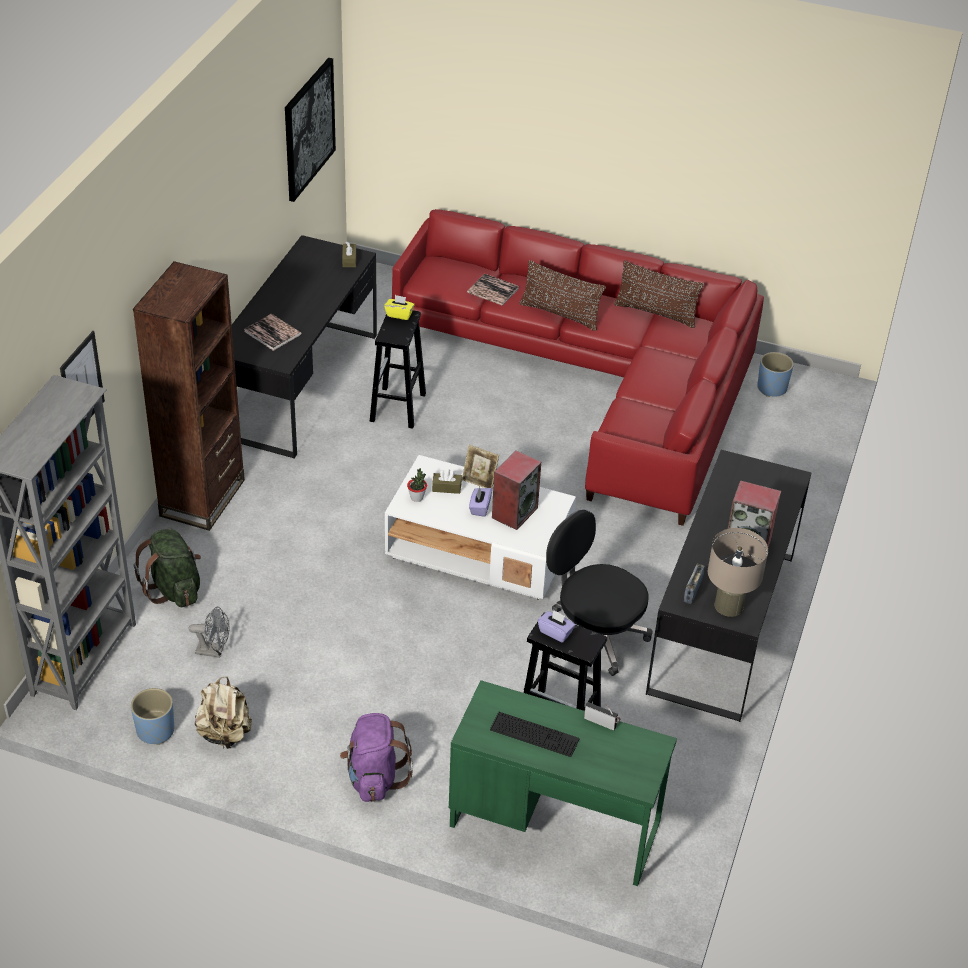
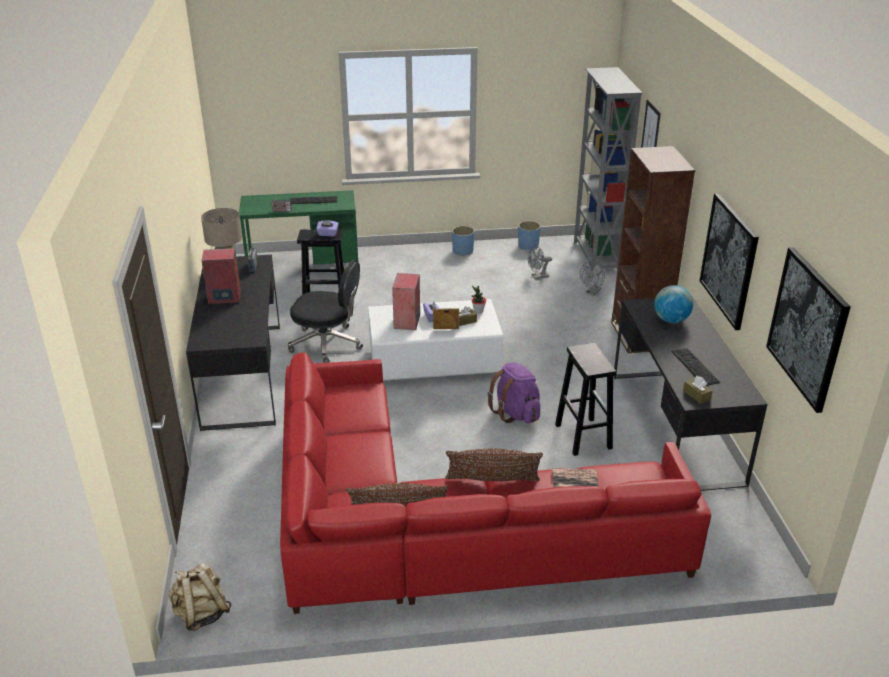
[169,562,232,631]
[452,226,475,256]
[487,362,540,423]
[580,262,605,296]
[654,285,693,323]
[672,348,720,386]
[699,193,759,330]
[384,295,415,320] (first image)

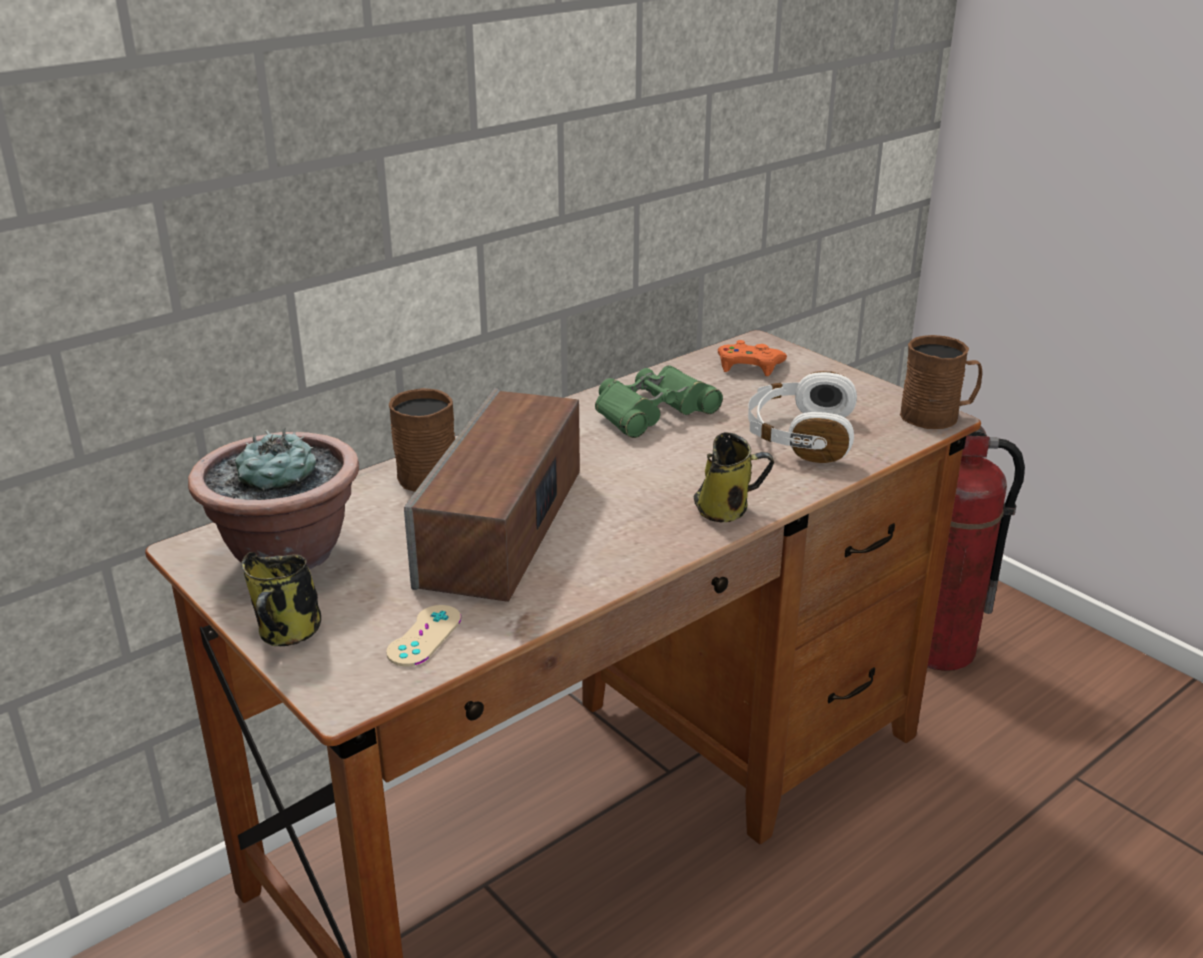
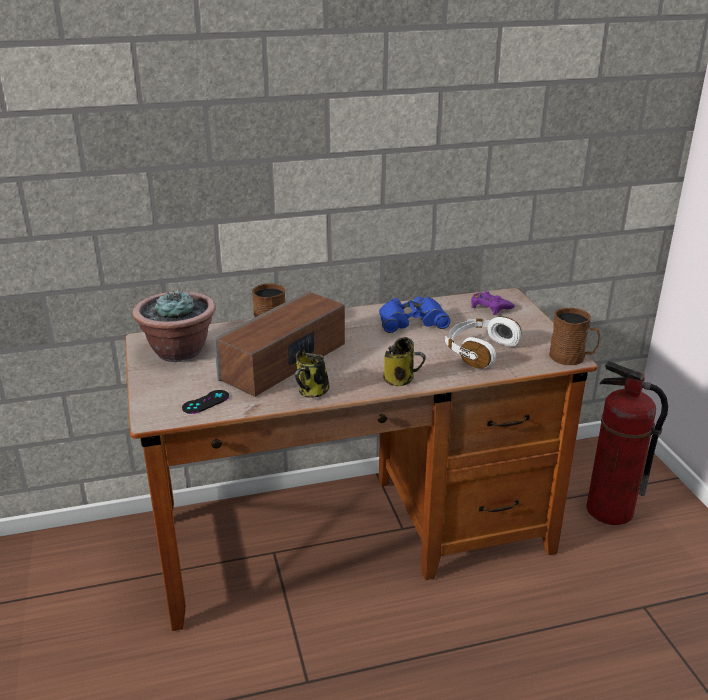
[182,390,229,414]
[295,349,330,398]
[379,297,451,333]
[471,291,515,315]

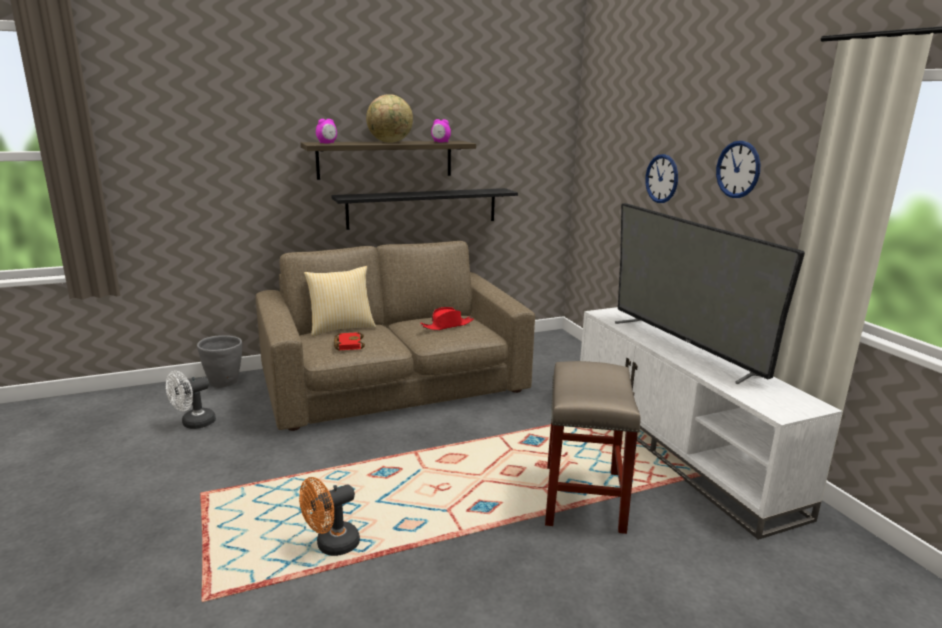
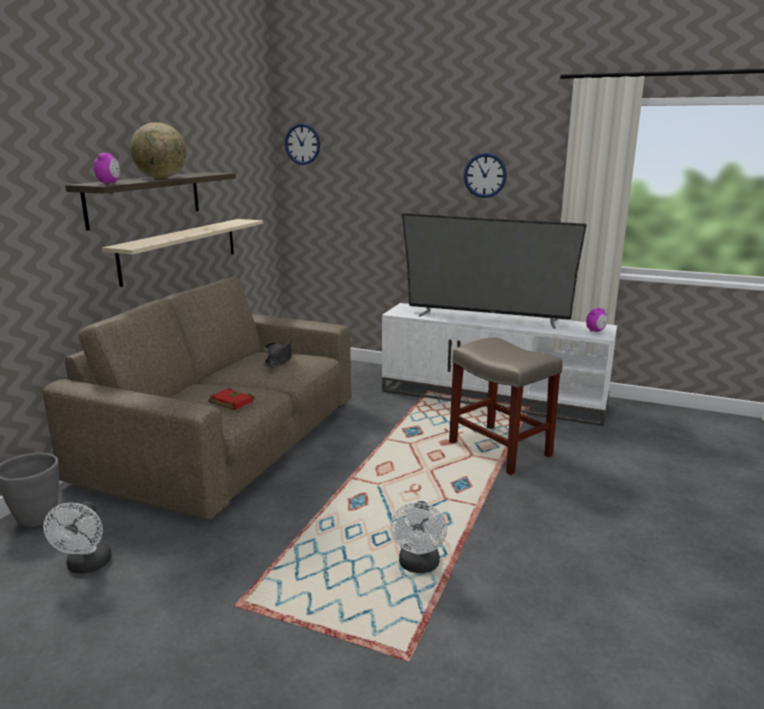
[102,219,263,287]
[263,342,293,368]
[285,123,320,165]
[391,501,447,573]
[586,308,608,332]
[304,266,376,336] (first image)

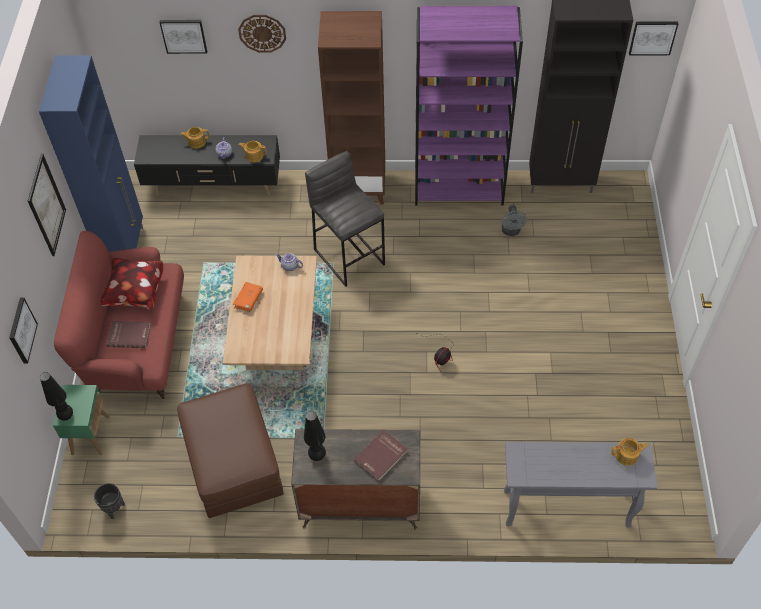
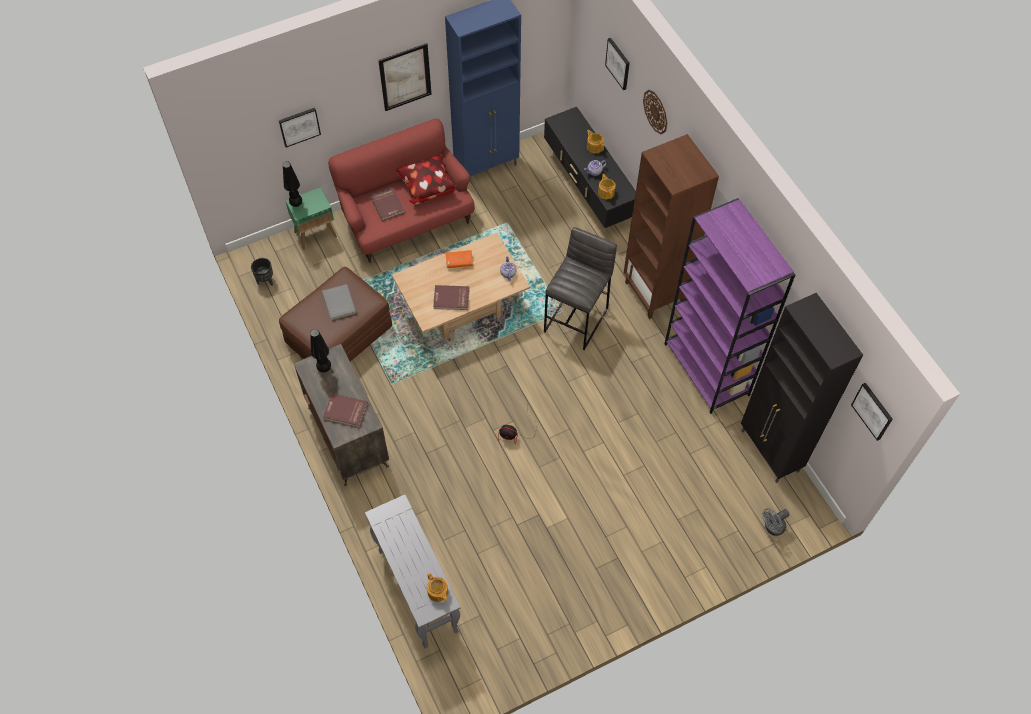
[322,284,357,321]
[433,285,470,310]
[762,508,789,536]

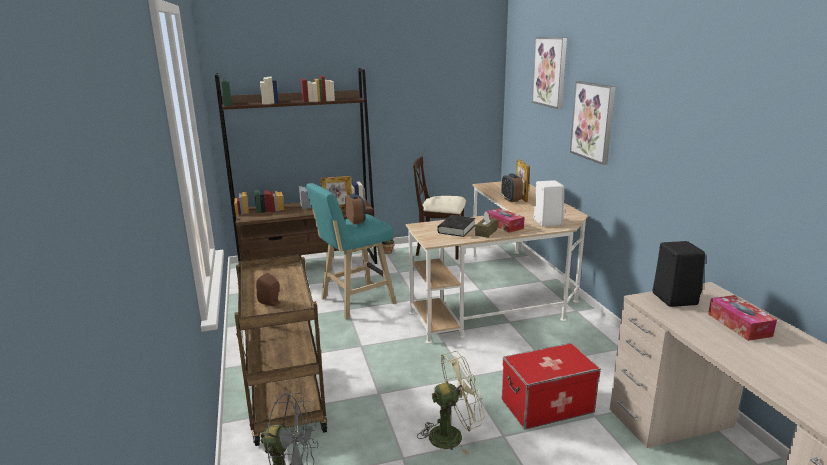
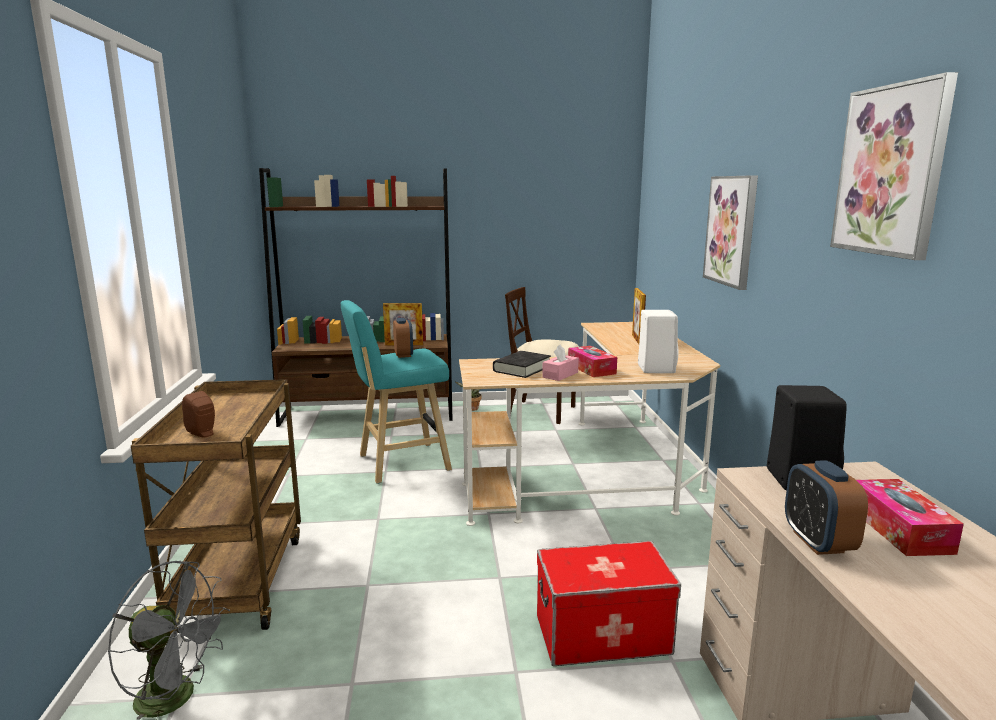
[542,344,579,381]
[785,460,868,555]
[830,72,958,260]
[417,351,485,455] (first image)

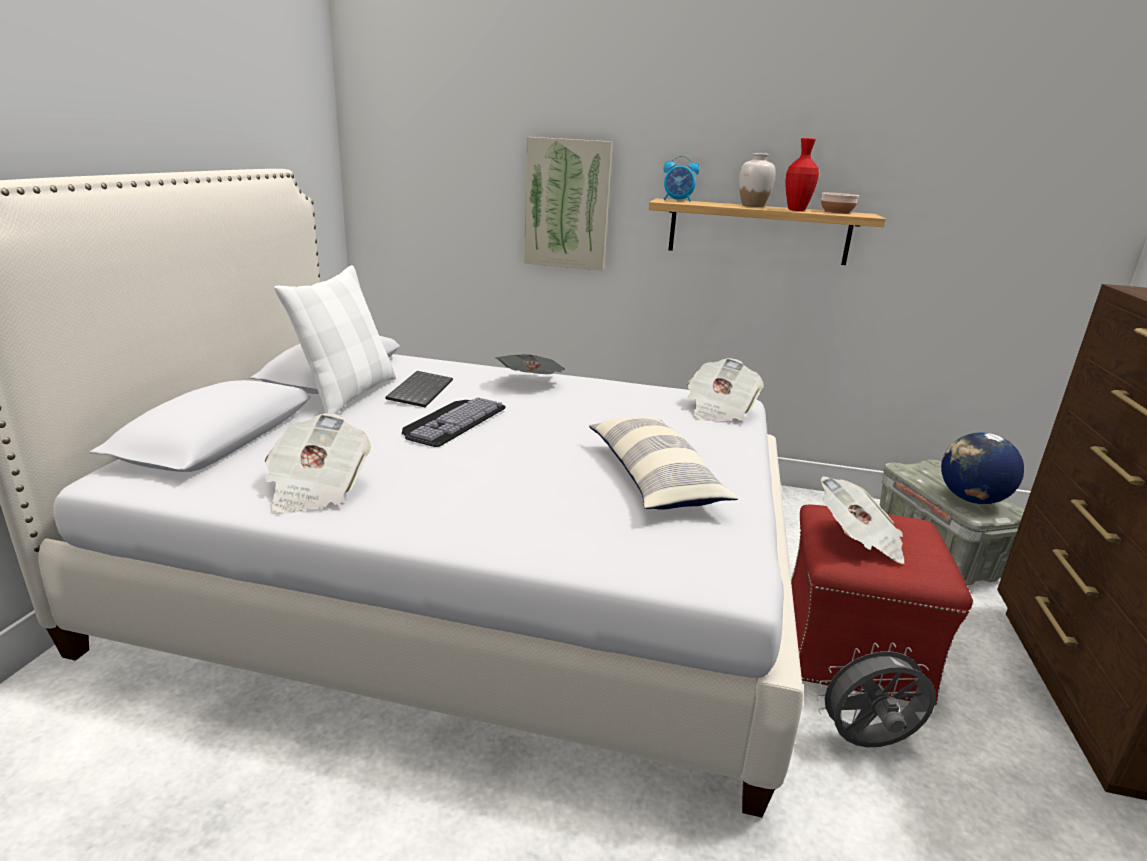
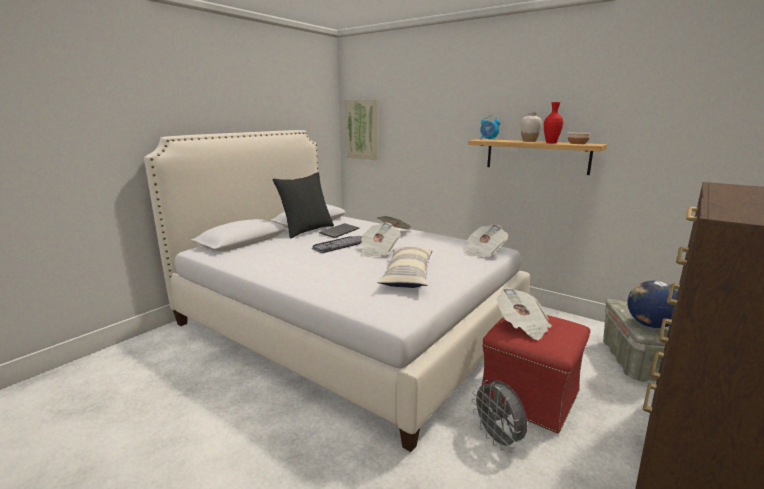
[272,172,334,238]
[345,99,379,160]
[360,223,401,257]
[471,380,527,450]

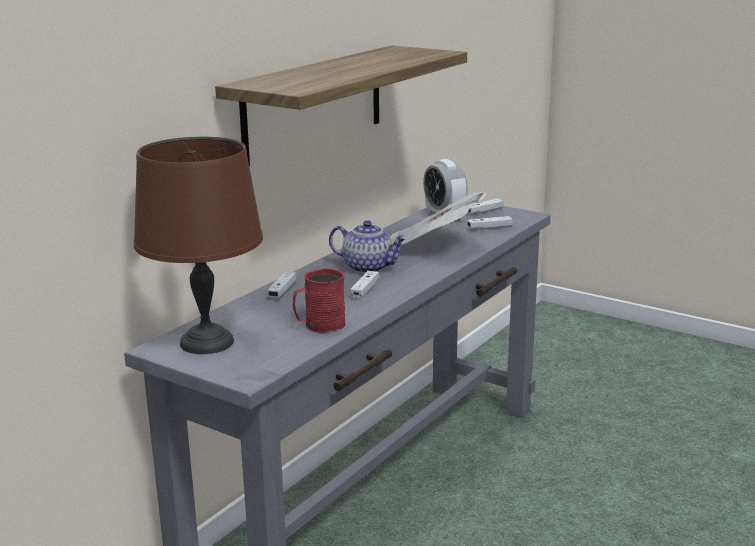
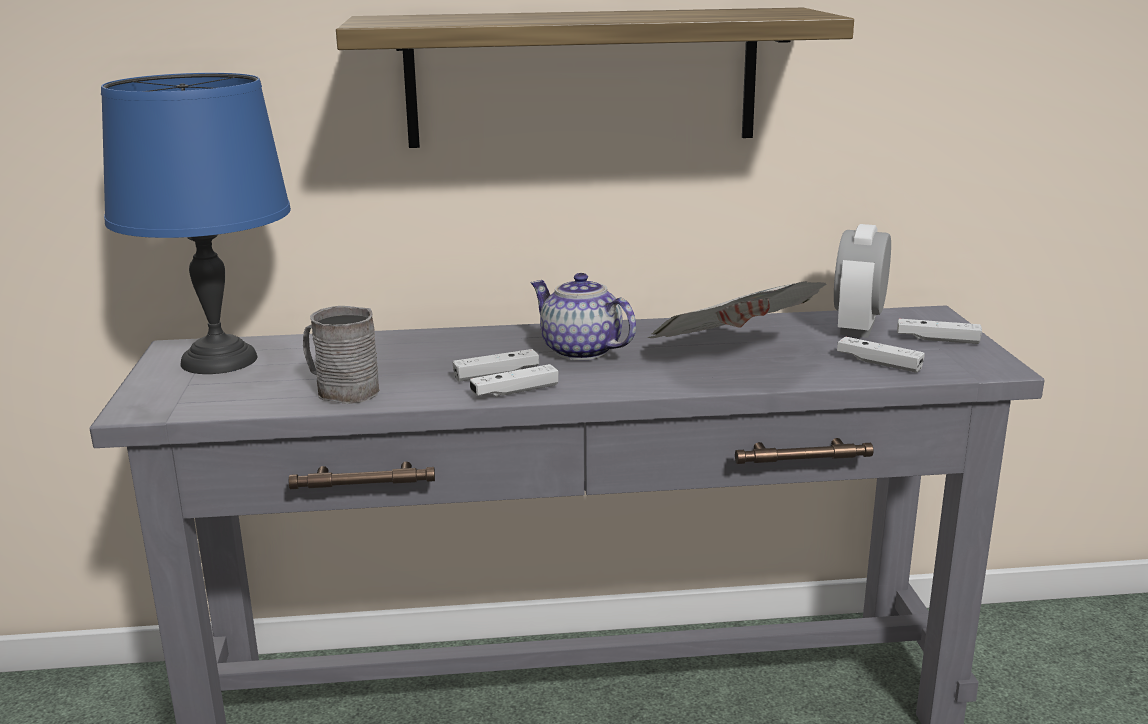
[101,73,291,374]
[303,306,379,404]
[470,364,559,397]
[530,273,636,361]

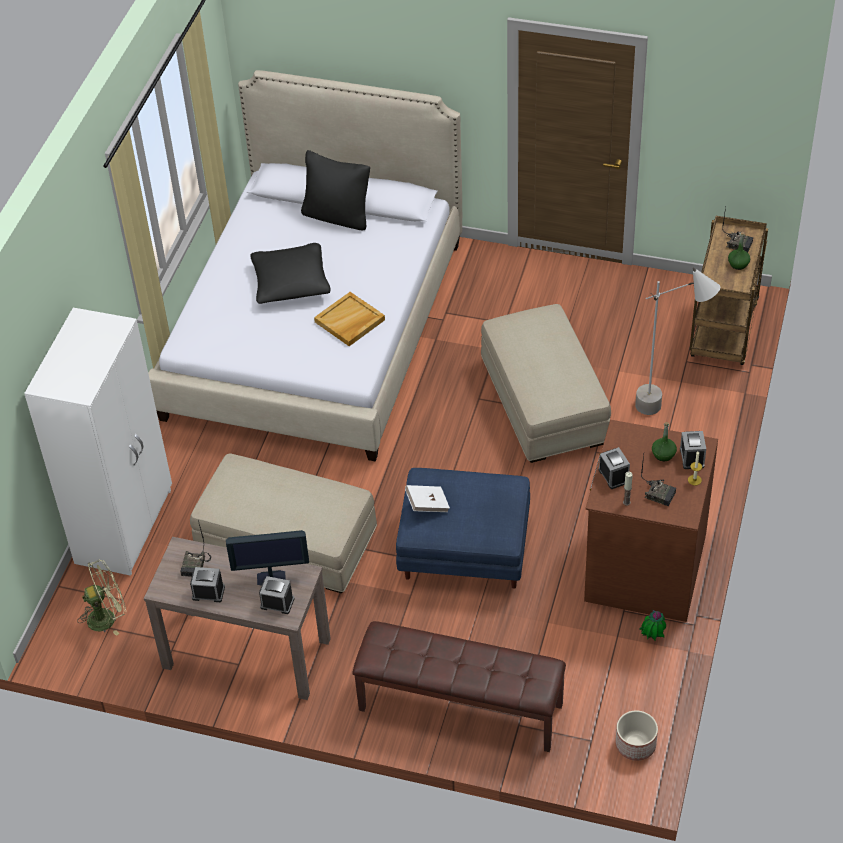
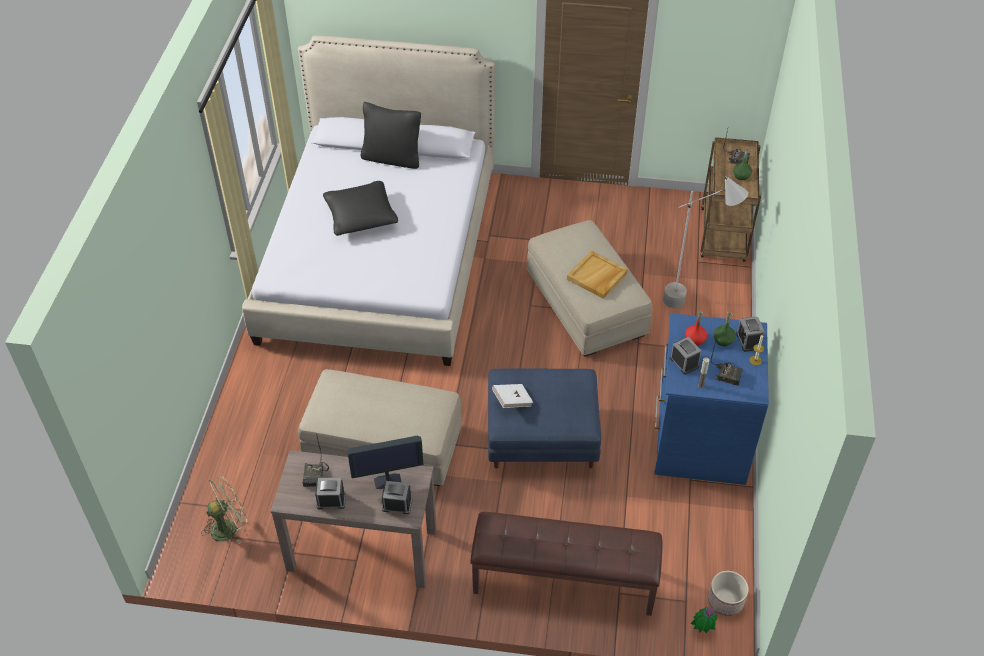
[567,251,628,299]
[654,313,769,485]
[685,310,707,346]
[691,606,717,633]
[24,308,172,576] (first image)

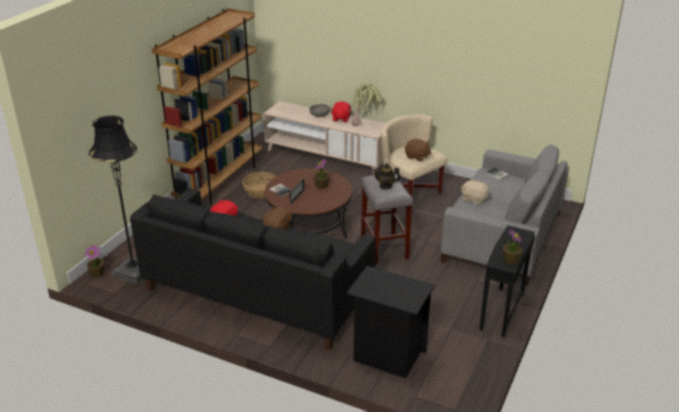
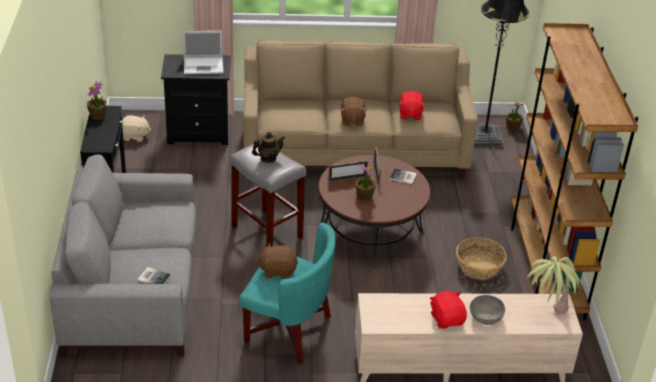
[122,115,151,142]
[183,31,224,74]
[239,223,336,365]
[243,40,478,179]
[328,160,368,181]
[527,256,582,314]

